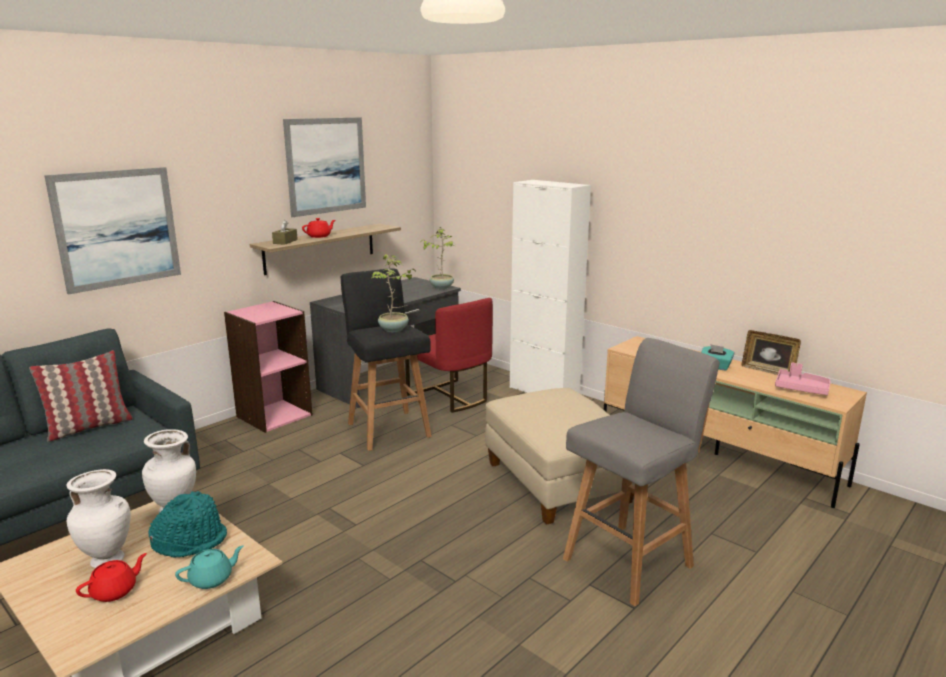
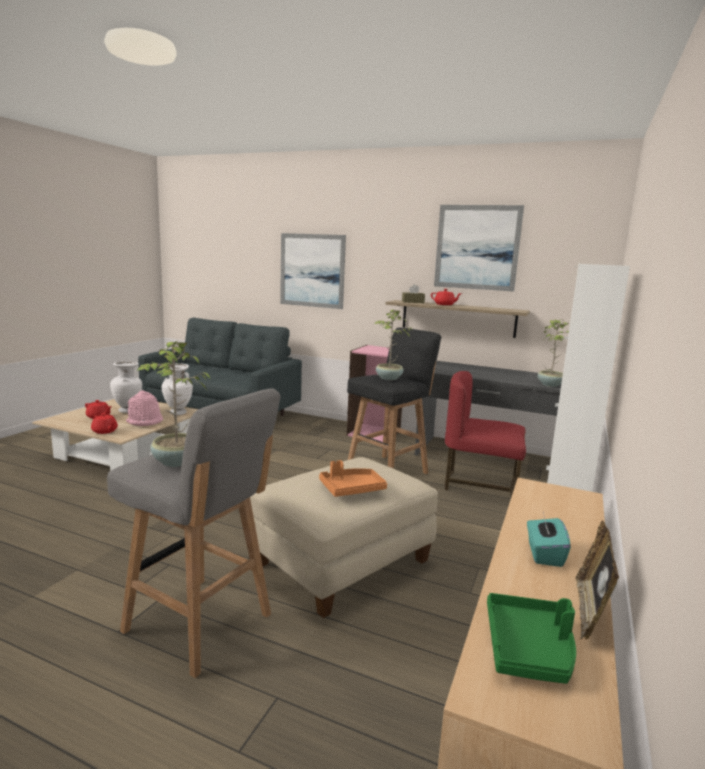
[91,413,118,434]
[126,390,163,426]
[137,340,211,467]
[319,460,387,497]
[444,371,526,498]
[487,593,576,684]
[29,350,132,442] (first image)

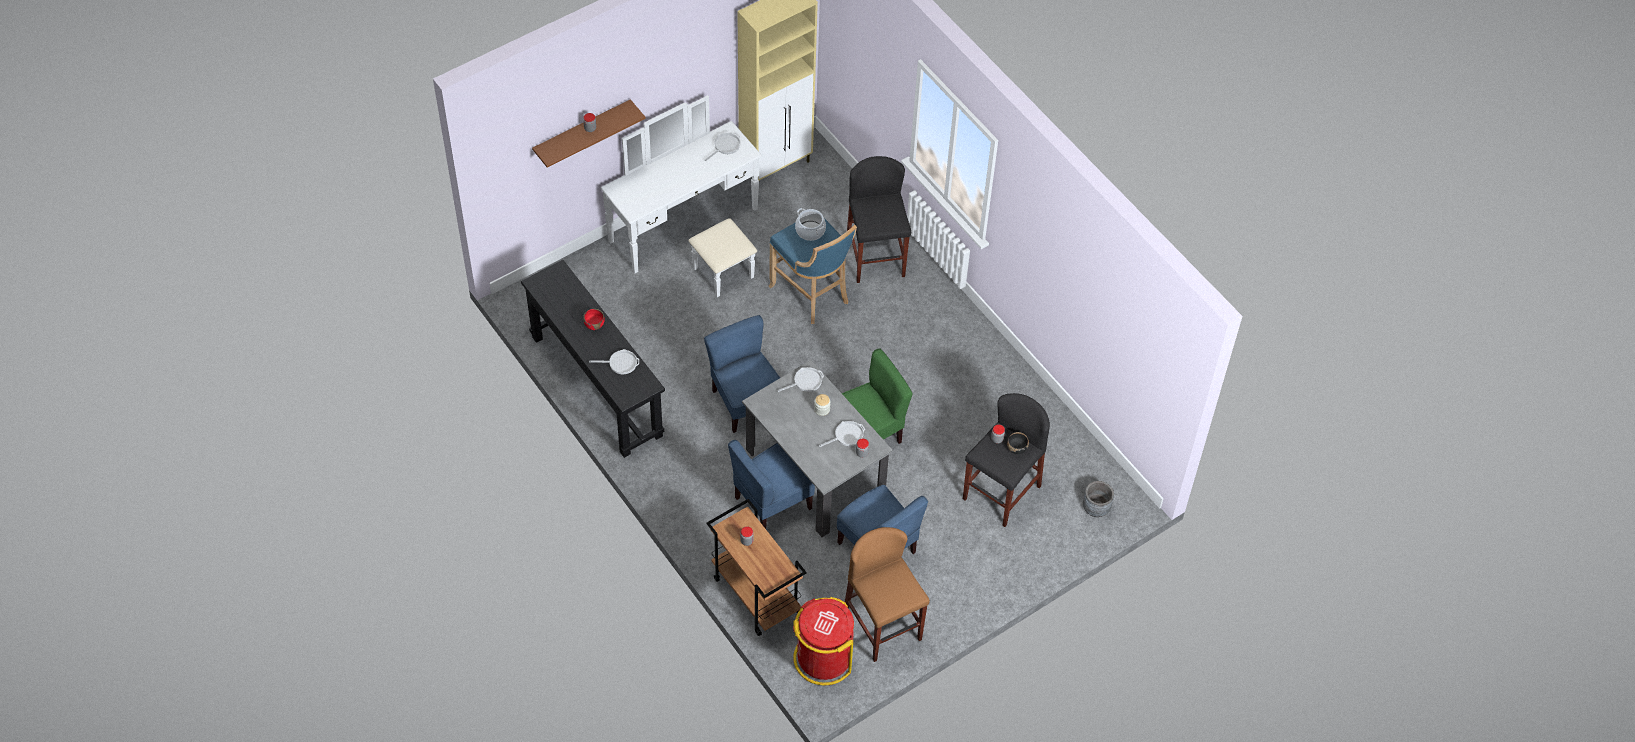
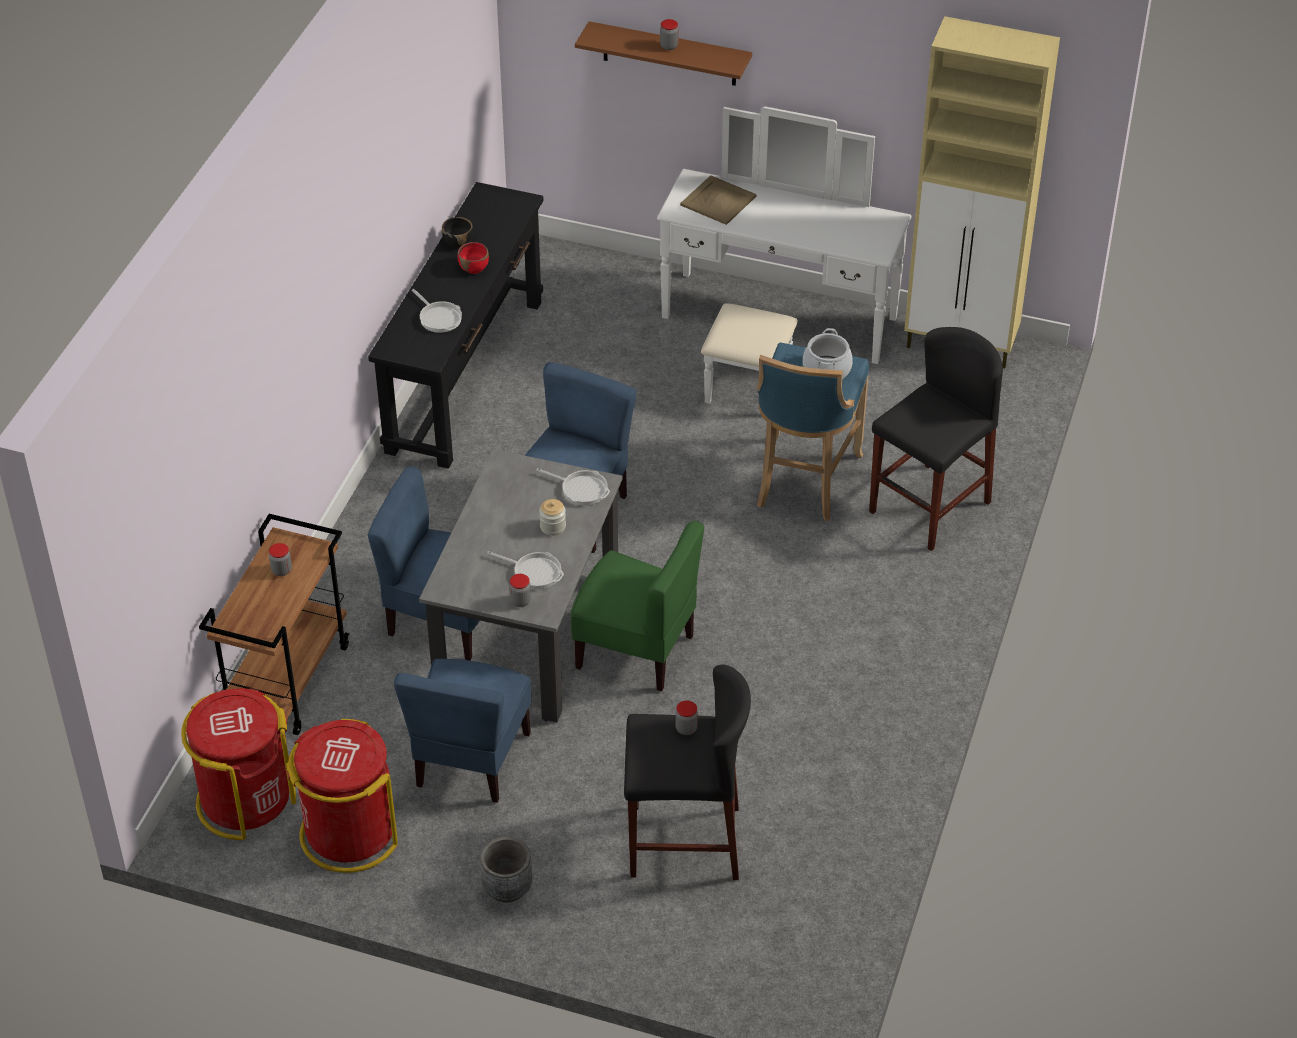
[286,719,398,873]
[442,217,473,248]
[480,837,532,903]
[680,175,757,225]
[705,133,740,161] (first image)

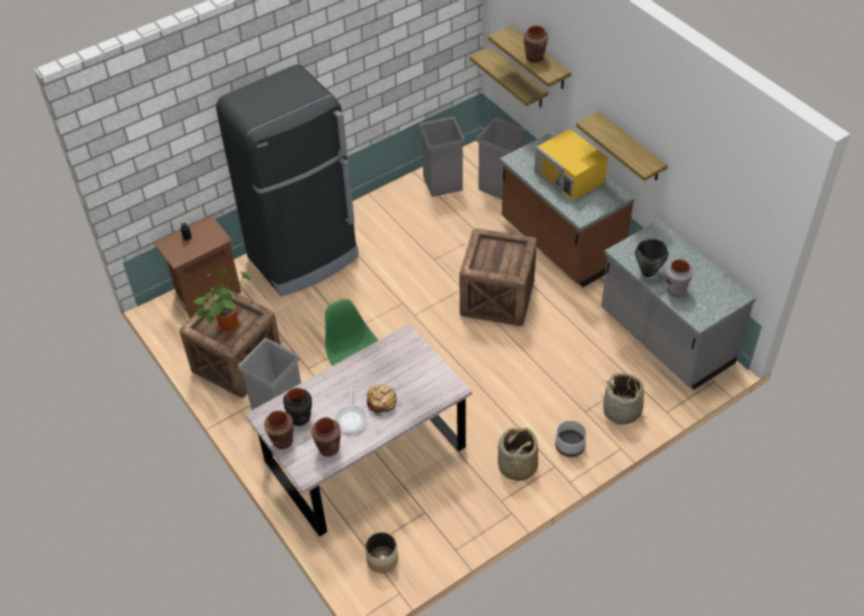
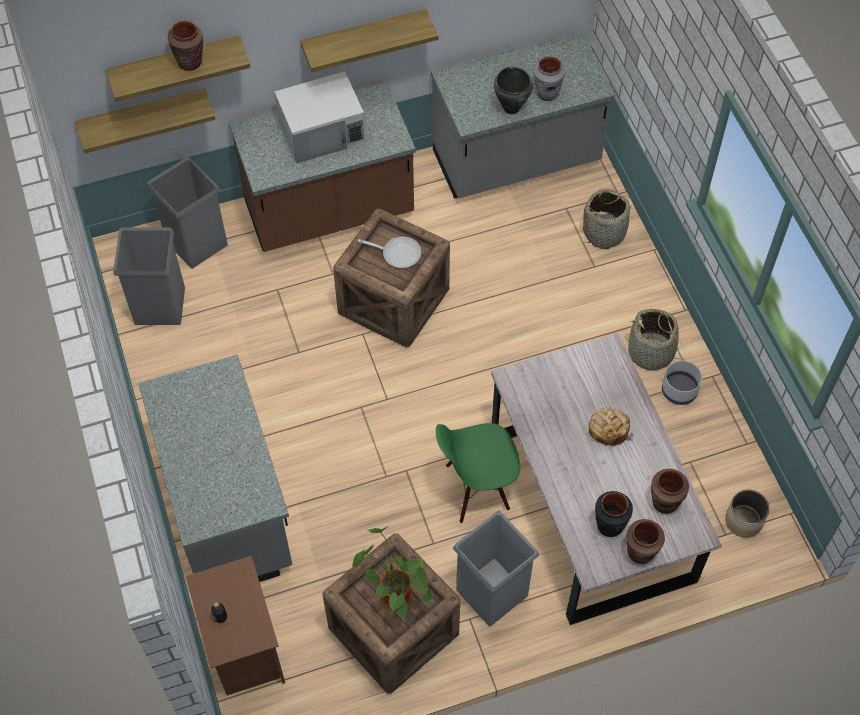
[138,355,293,582]
[274,71,366,163]
[358,237,421,268]
[662,361,702,405]

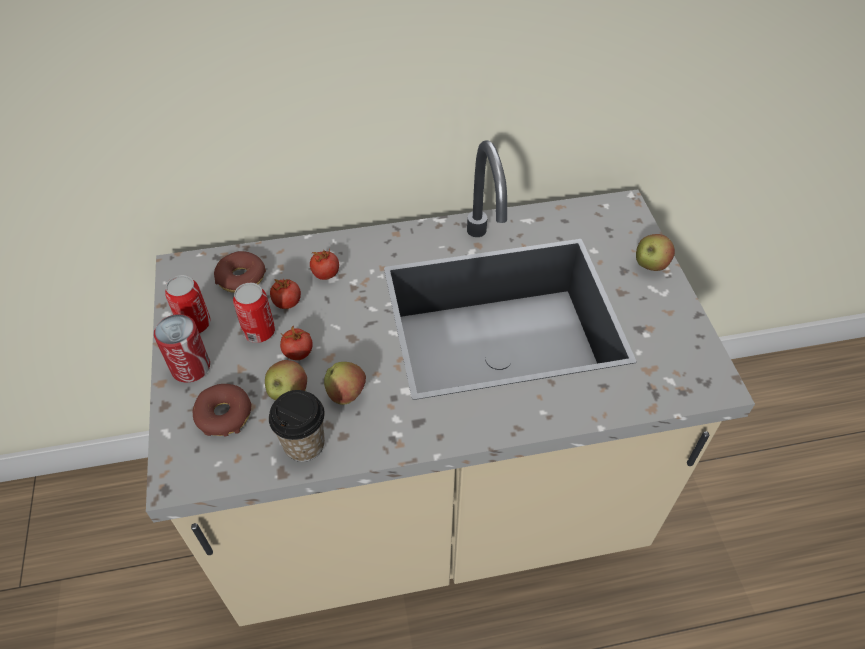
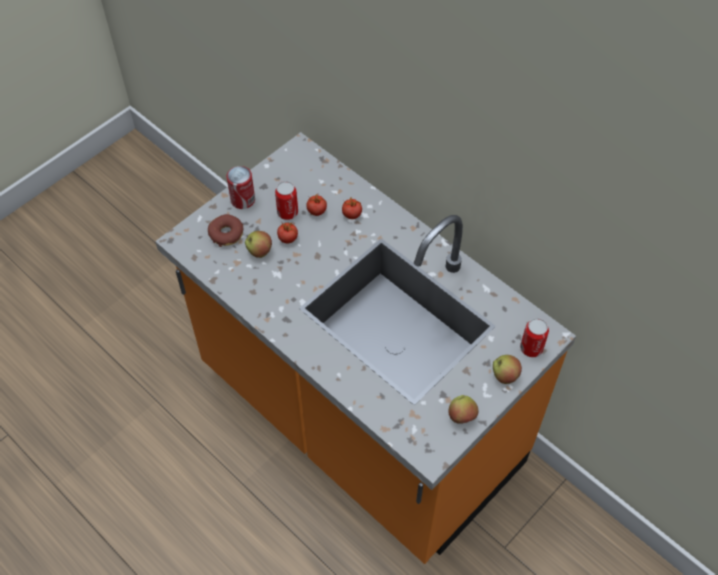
[155,132,576,564]
[449,395,478,424]
[520,318,549,357]
[214,251,266,293] (first image)
[269,390,325,462] (first image)

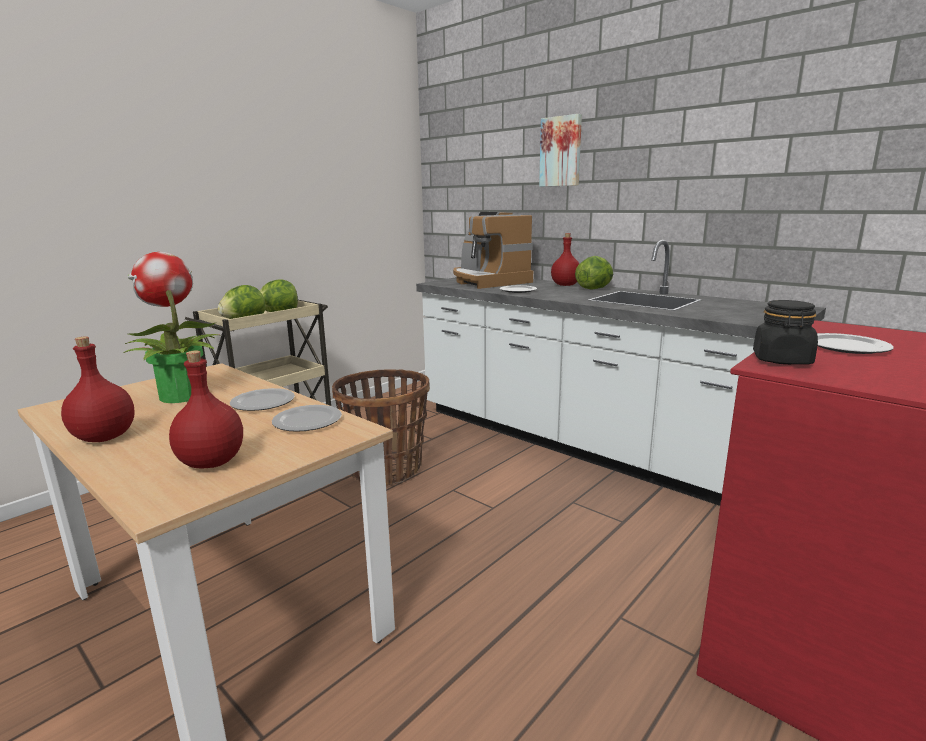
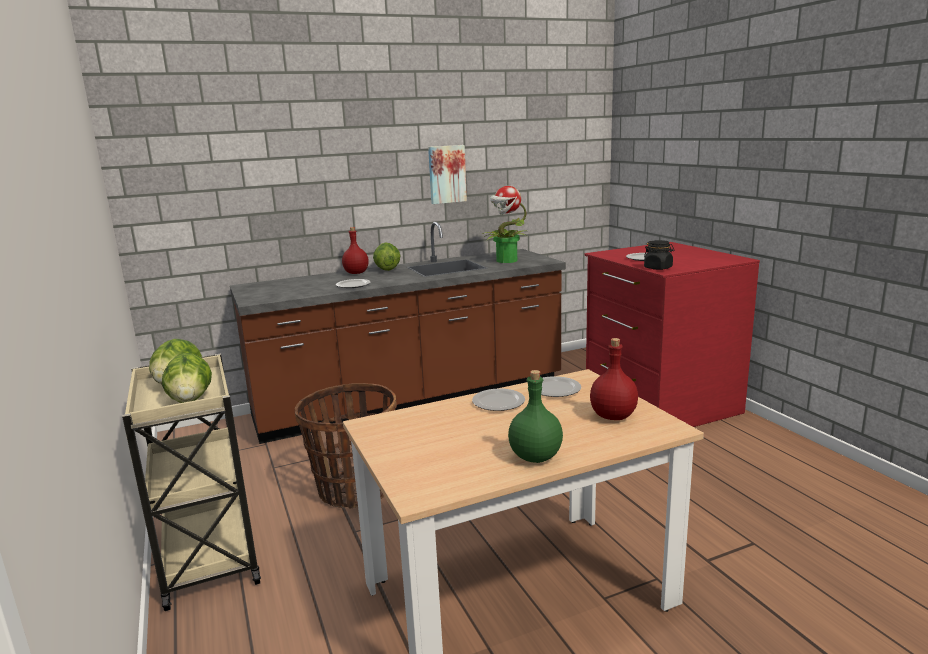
[230,222,566,444]
[428,145,467,204]
[483,186,527,263]
[508,370,563,463]
[453,212,533,289] (first image)

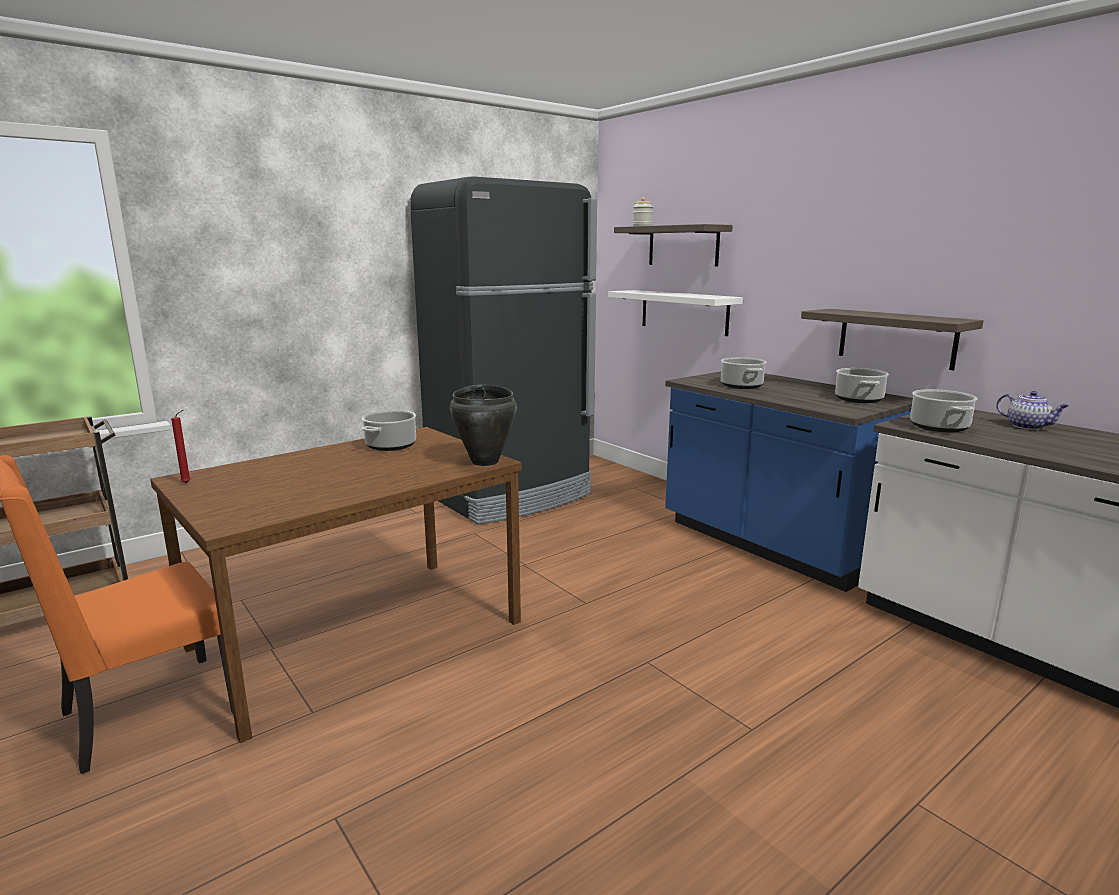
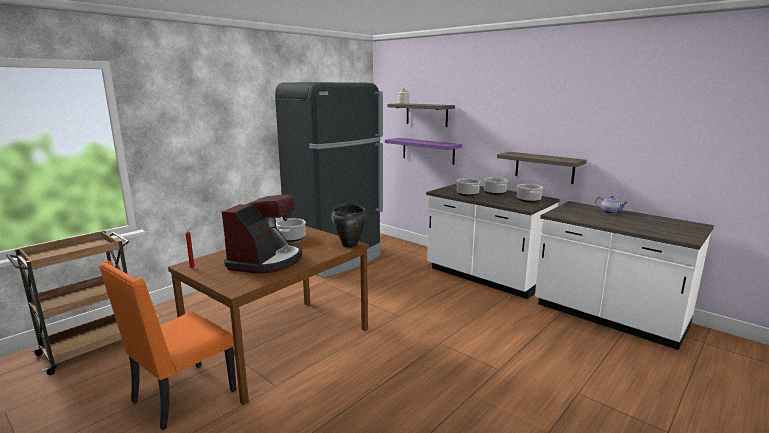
[222,195,302,274]
[385,138,462,165]
[426,184,560,299]
[484,177,508,195]

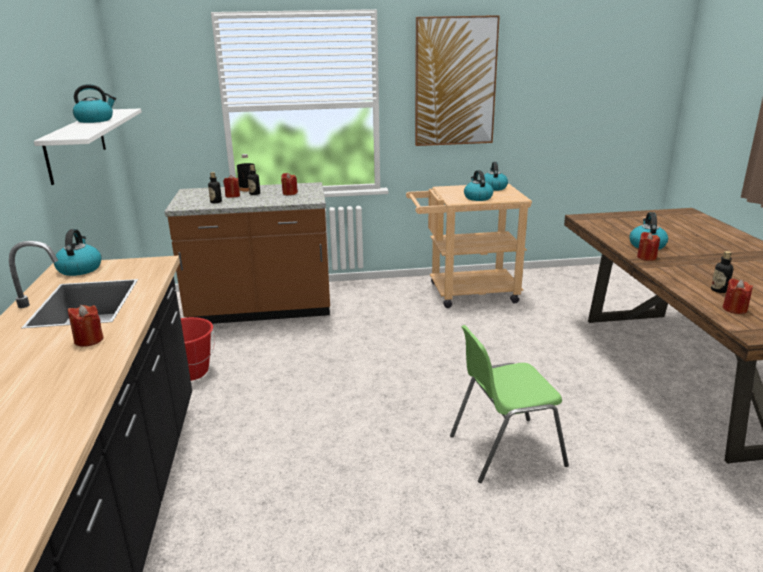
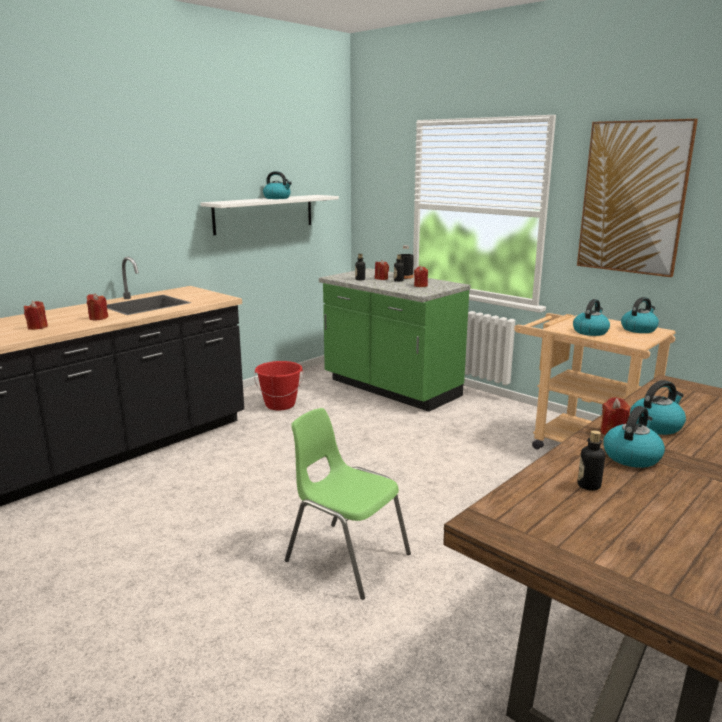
[24,301,48,330]
[319,268,471,412]
[603,406,665,468]

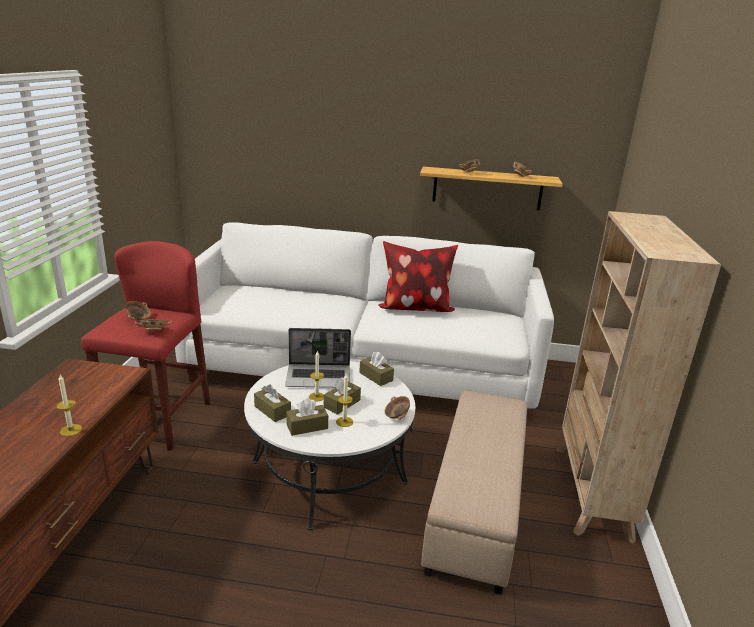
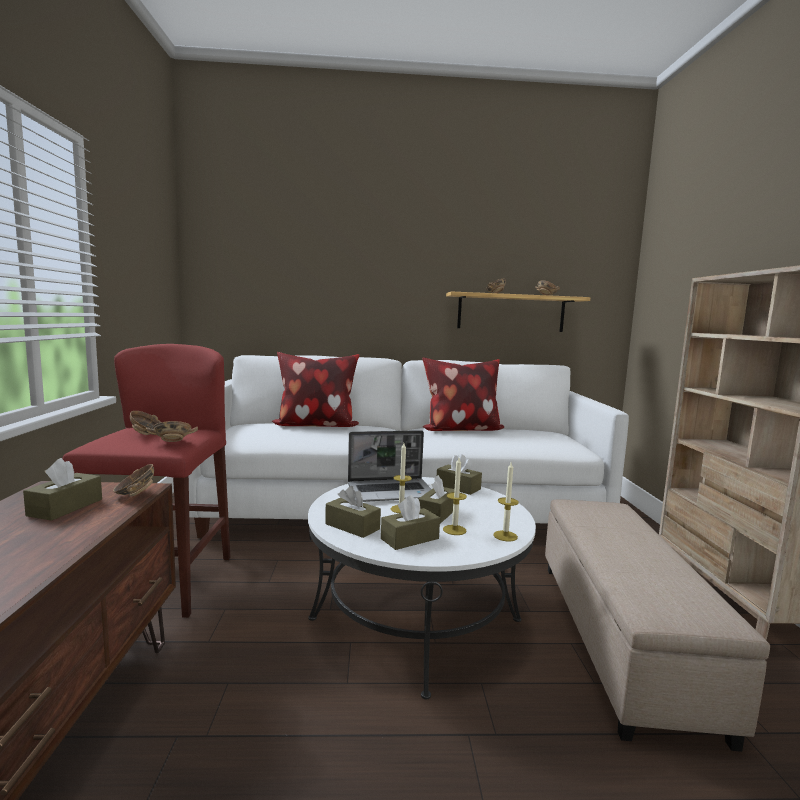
[23,458,102,521]
[113,464,154,496]
[271,352,360,427]
[493,462,519,541]

